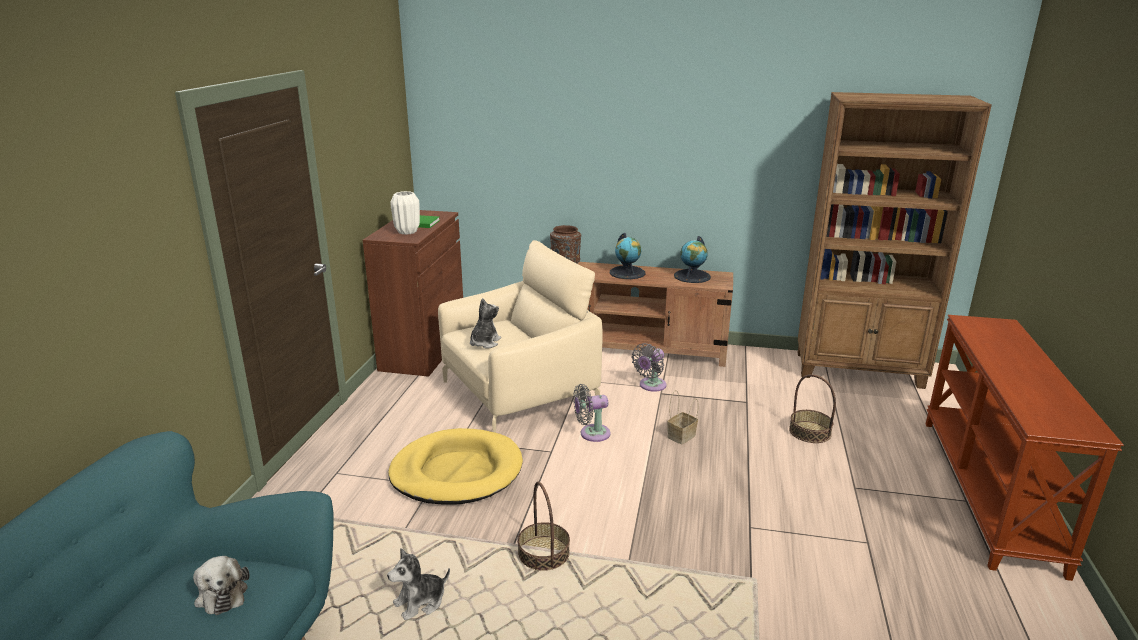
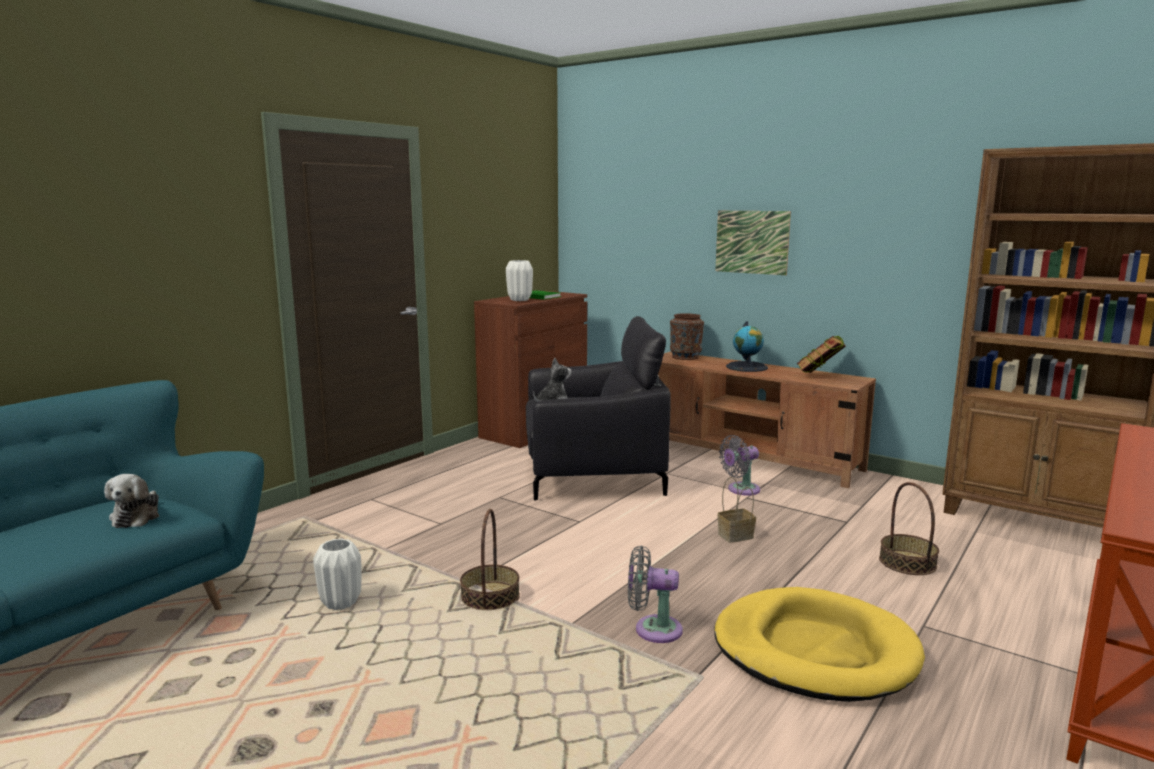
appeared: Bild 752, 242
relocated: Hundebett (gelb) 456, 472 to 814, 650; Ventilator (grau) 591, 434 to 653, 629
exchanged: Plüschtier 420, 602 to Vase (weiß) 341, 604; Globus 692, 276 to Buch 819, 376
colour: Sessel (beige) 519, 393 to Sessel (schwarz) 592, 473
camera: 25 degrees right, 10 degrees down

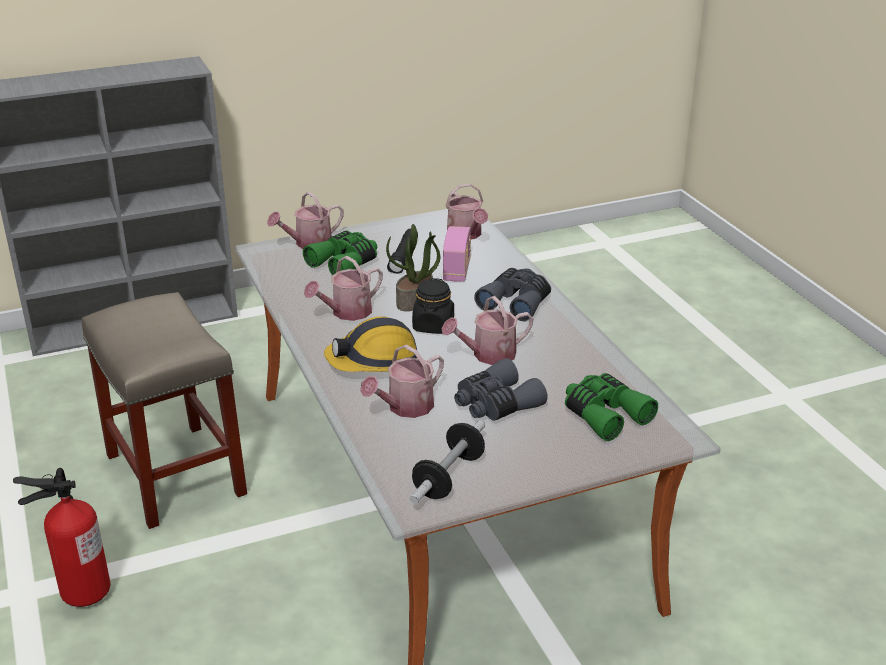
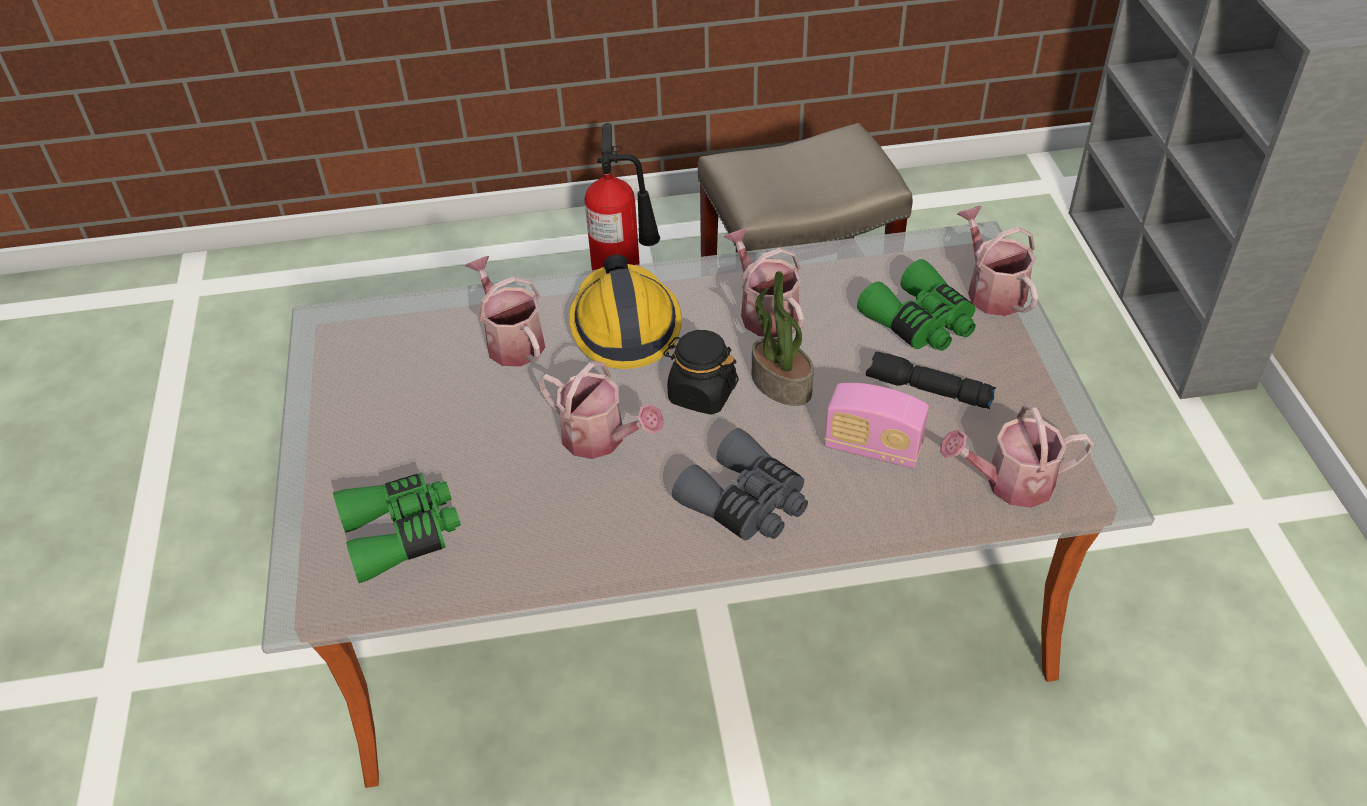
missing: Hantel 449, 477; Fernglas (grau) 495, 404
spun: Gießkanne 488, 355 = 601, 439 135 degrees clockwise
camera: 105 degrees right, 15 degrees up

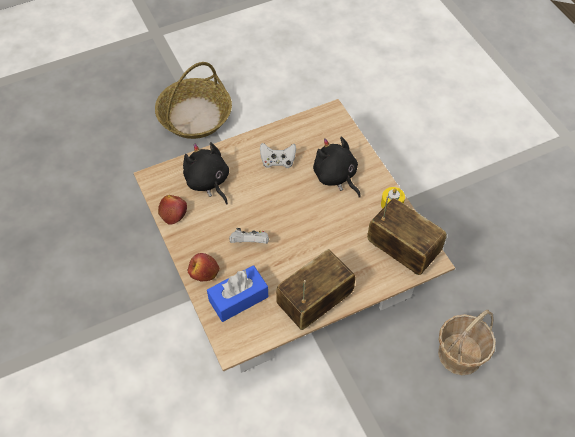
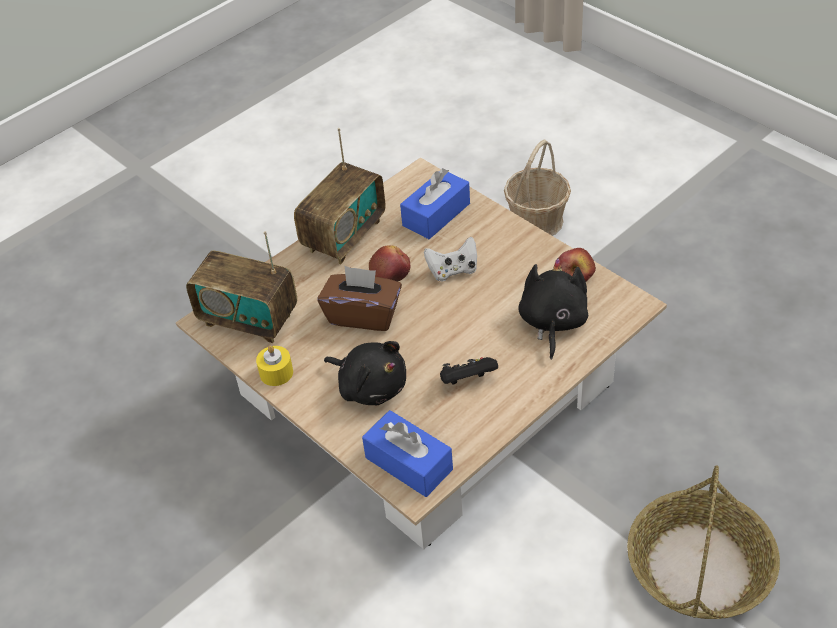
appeared: Taschentuchbox (braun) 363, 315; Taschentuchbox (blau) 409, 463
relocated: Apfel 203, 271 to 390, 271; Korb 459, 354 to 537, 221
colour: Gamepad (weiß) 278, 162 to Gamepad (schwarz) 467, 381
spun: Plüschtier (schwarz) 208, 182 = 552, 322 120 degrees counterclockwise
camera: 165 degrees right, 10 degrees down

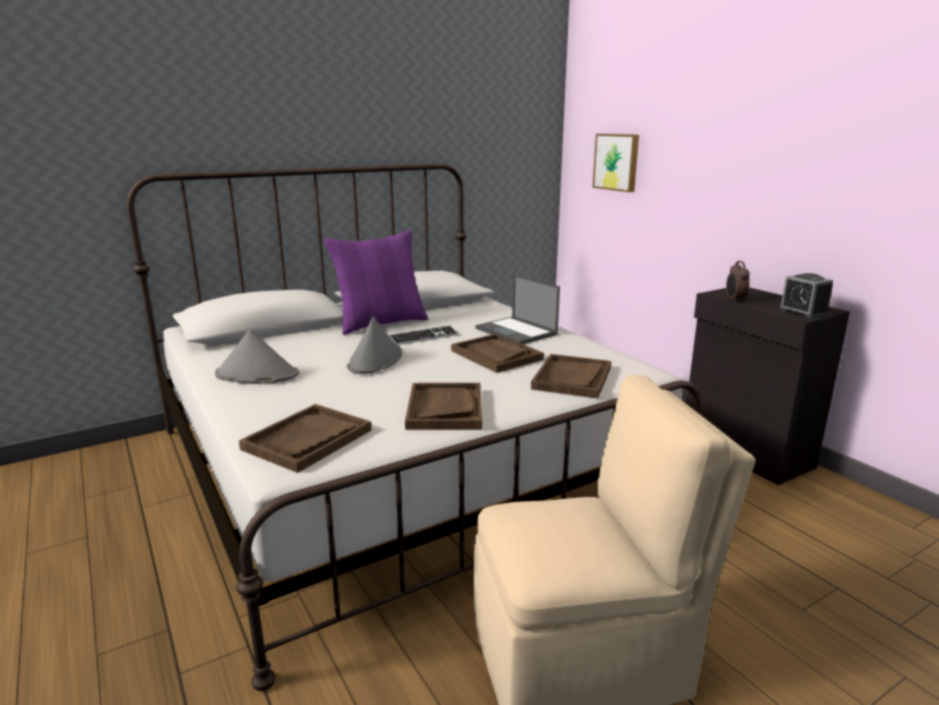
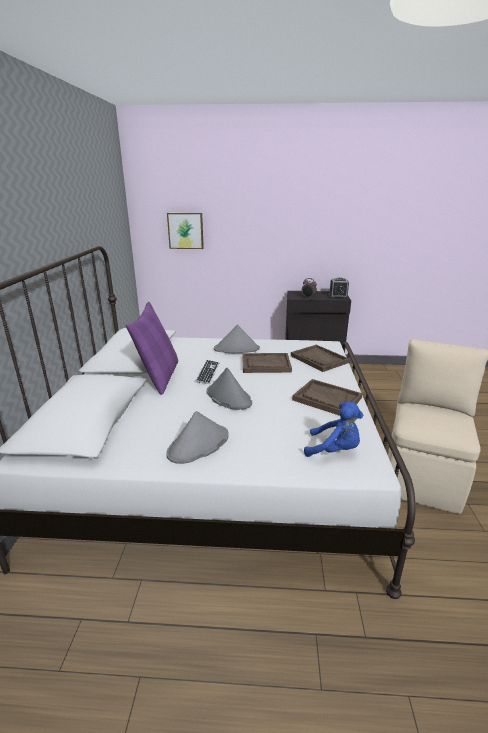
exchanged: Tablett (braun) 307, 440 to Plüschtier (blau) 334, 450; Laptop 517, 331 to Hut (grau) 236, 349
camera: 55 degrees left, 5 degrees up

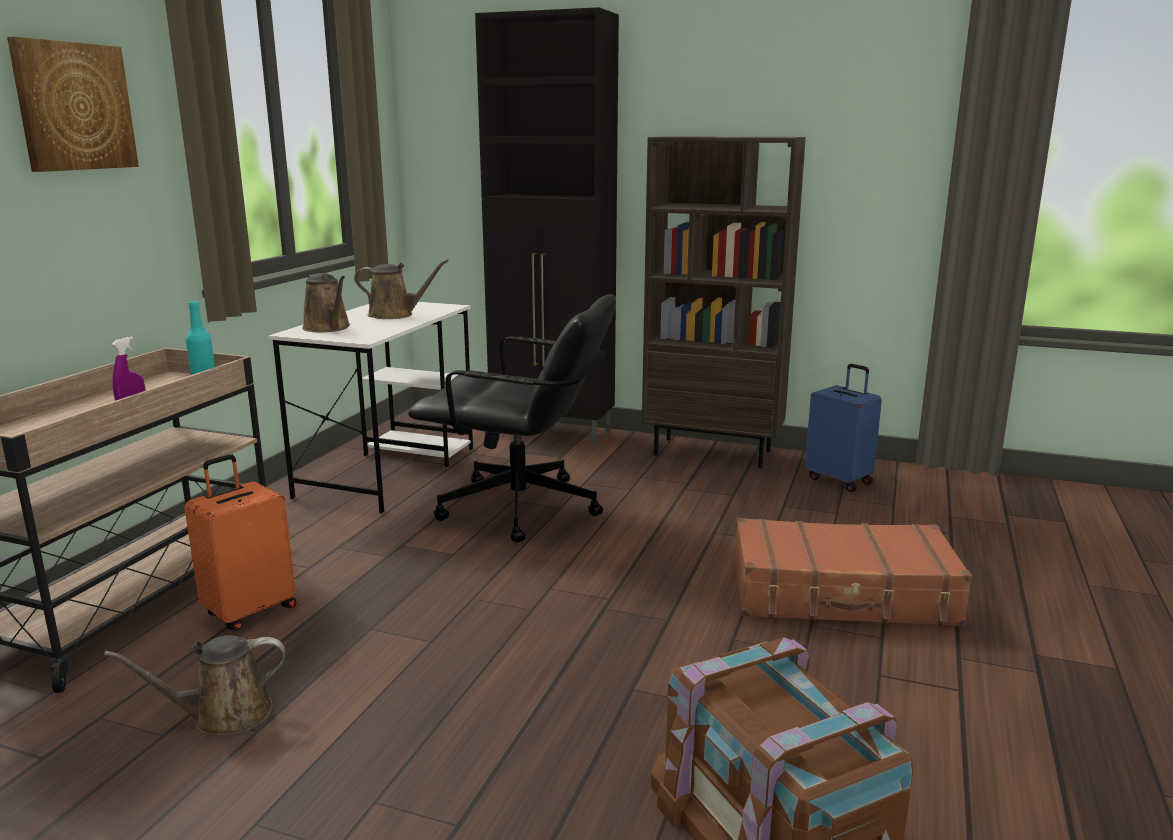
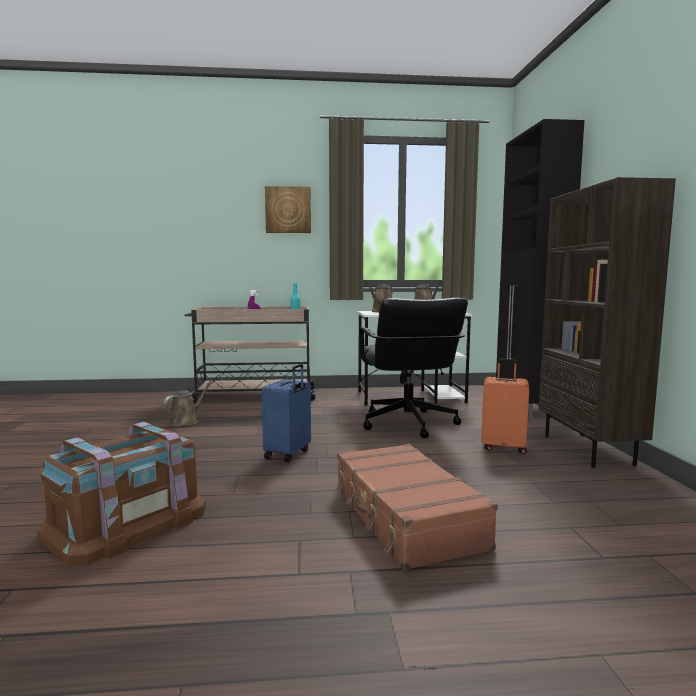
relocated: Koffer (orange) 249, 611 to 504, 447; Koffer (blau) 840, 480 to 288, 454
spun: Gießkanne (braun) 224, 716 = 186, 421 75 degrees clockwise
camera: 65 degrees right, 10 degrees down

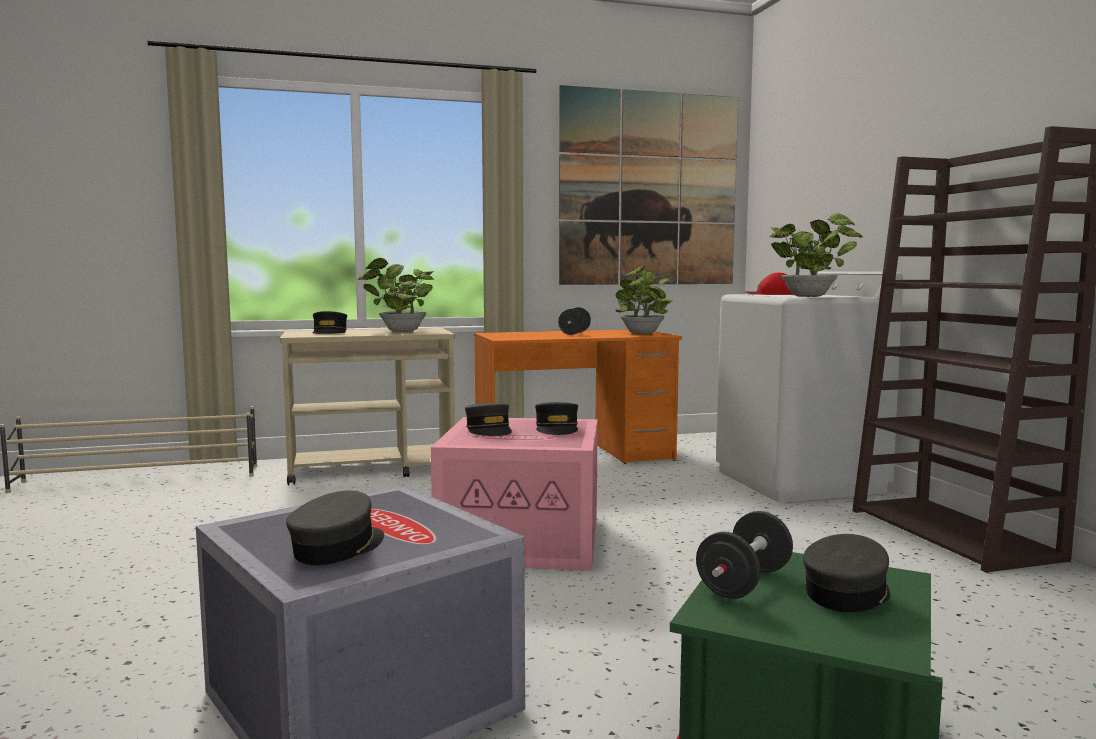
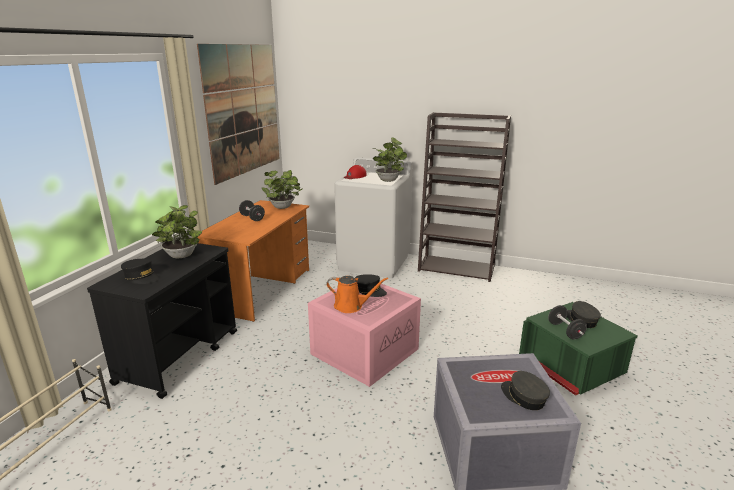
exchanged: Kappe (grau) 489, 430 to Gießkanne (orange) 351, 306
colour: Rollwagen (beige) 373, 469 to Rollwagen (schwarz) 180, 356
camera: 55 degrees left, 15 degrees up

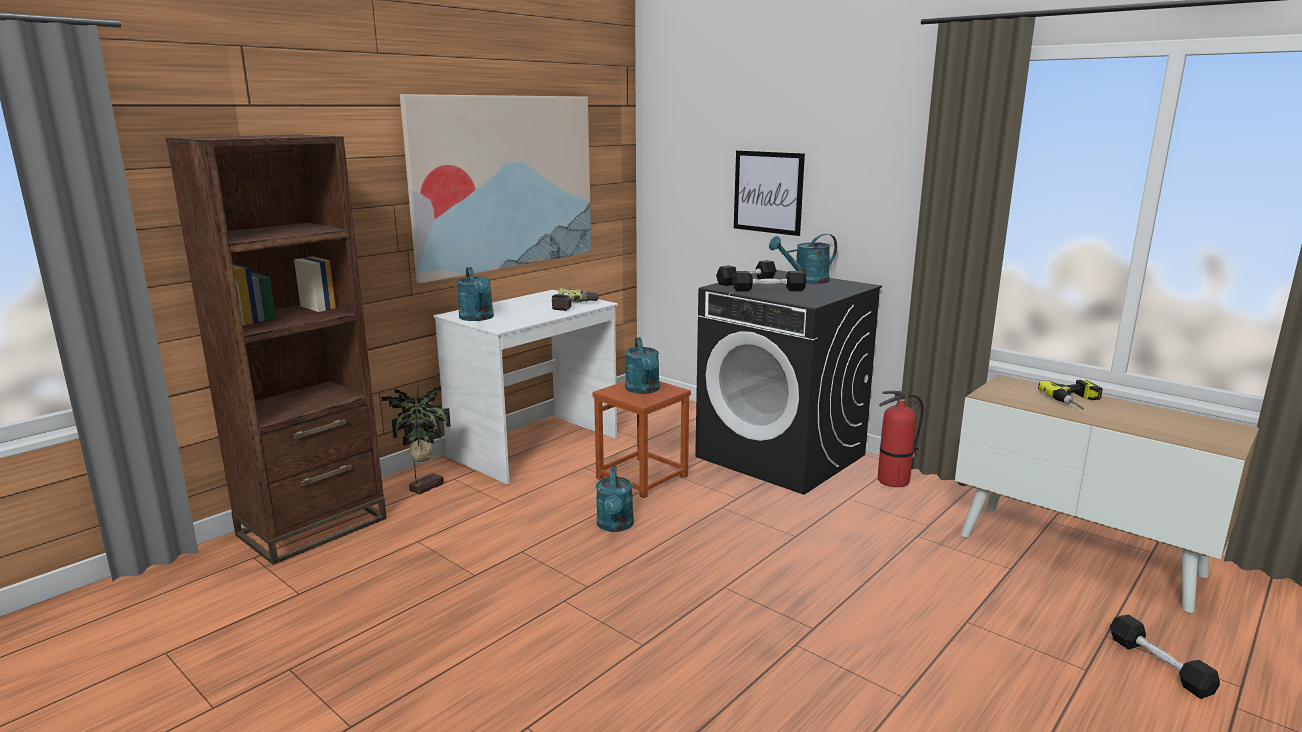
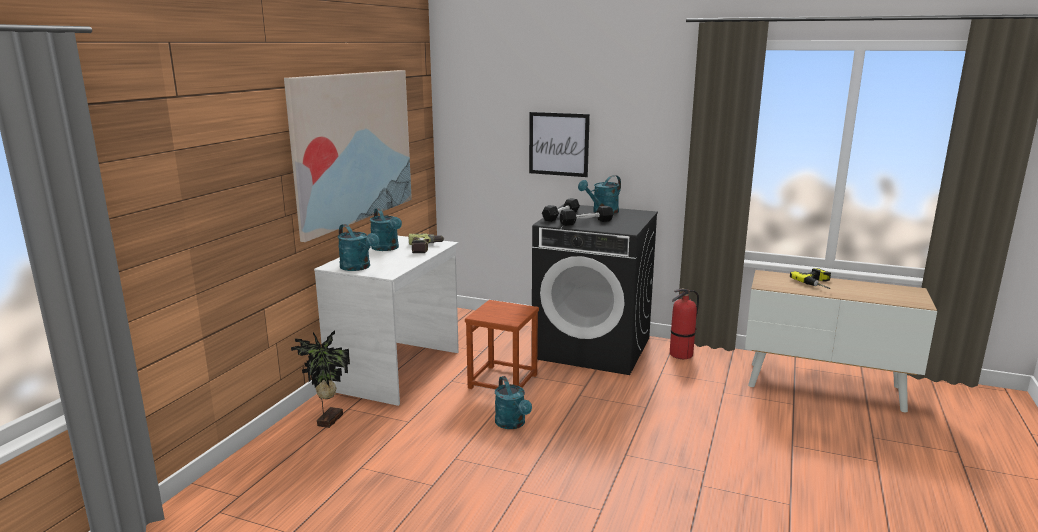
missing: Bücherregal (braun) 313, 527; Hantel (schwarz) 1159, 665
relocated: Gießkanne (türkis) 644, 390 to 387, 248
camera: 20 degrees left, 0 degrees up

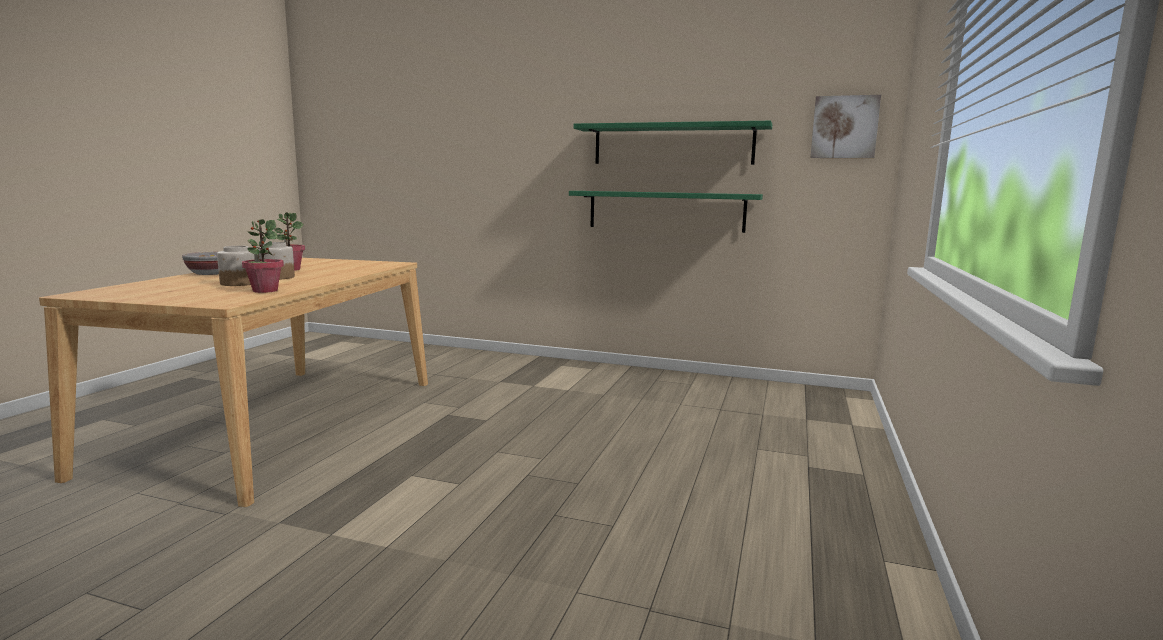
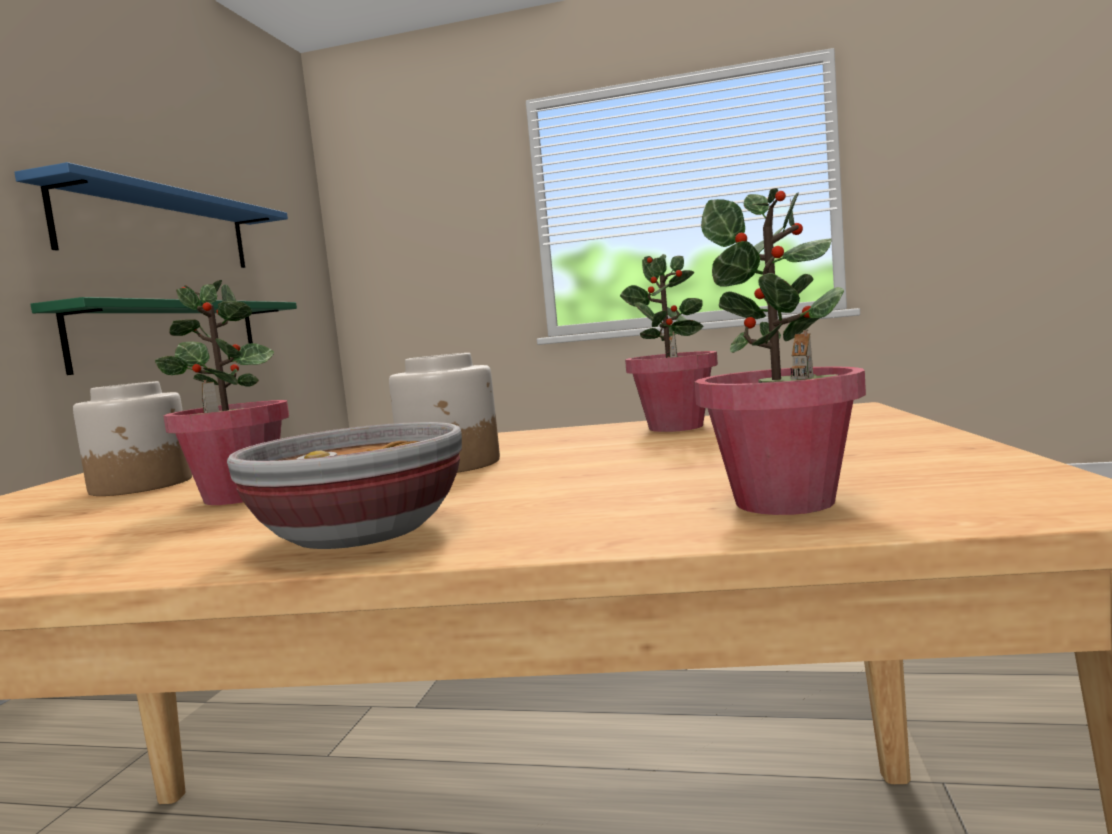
missing: Bild 844, 127
appeared: Topfpflanze 785, 502
relocated: Vorratsglas 238, 283 to 142, 485
colour: Wandregal (grün) 672, 144 to Wandregal (blau) 159, 230
camera: 95 degrees left, 5 degrees down

